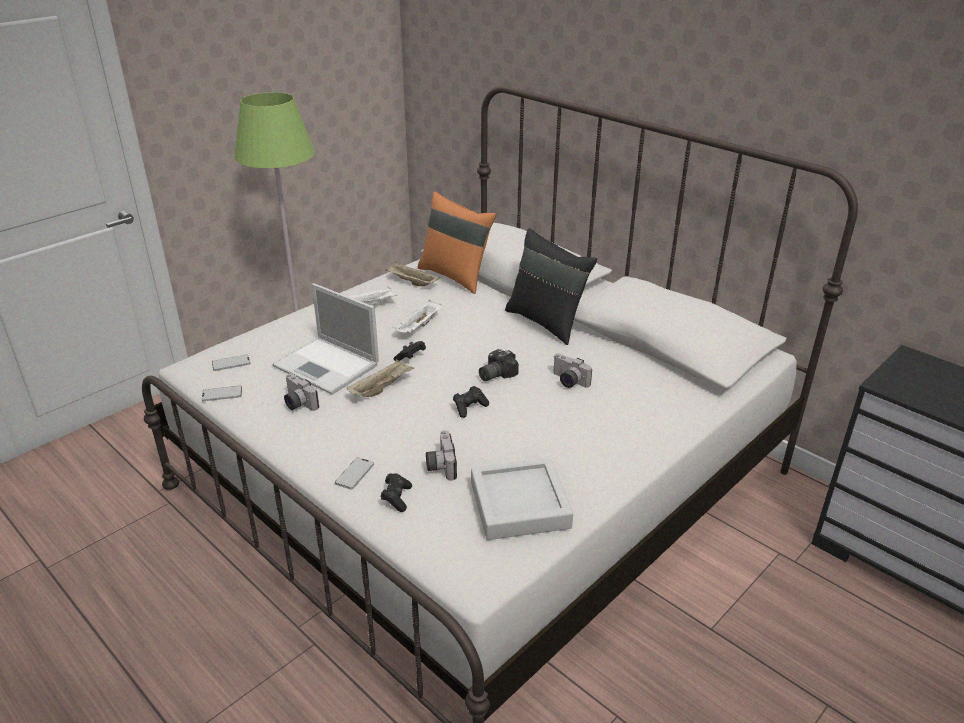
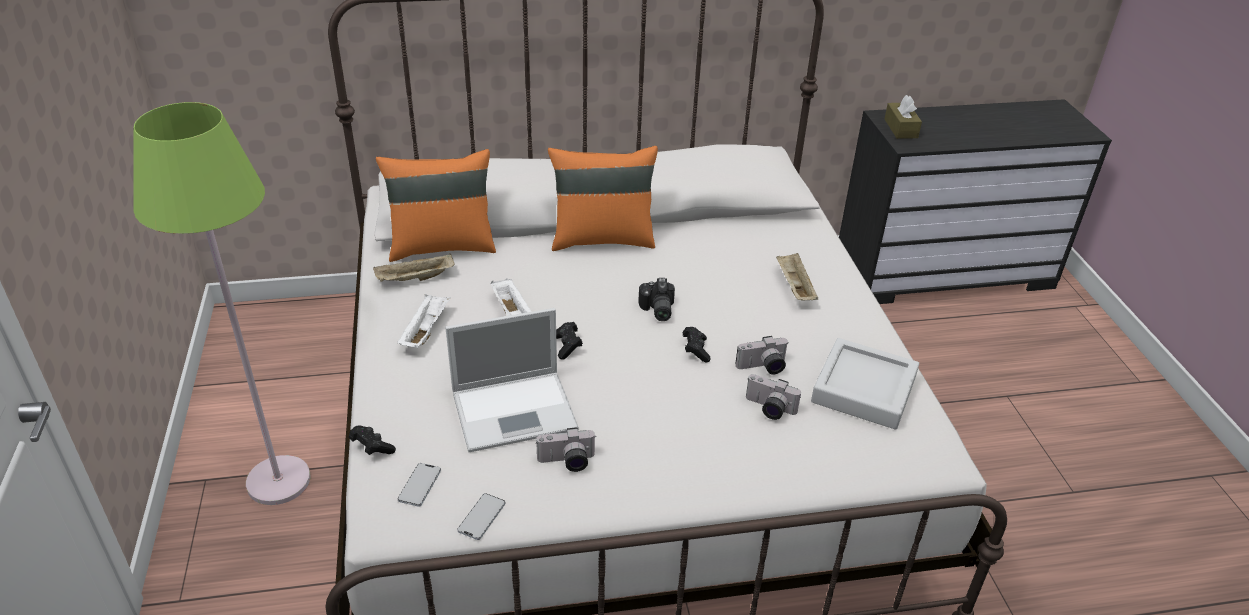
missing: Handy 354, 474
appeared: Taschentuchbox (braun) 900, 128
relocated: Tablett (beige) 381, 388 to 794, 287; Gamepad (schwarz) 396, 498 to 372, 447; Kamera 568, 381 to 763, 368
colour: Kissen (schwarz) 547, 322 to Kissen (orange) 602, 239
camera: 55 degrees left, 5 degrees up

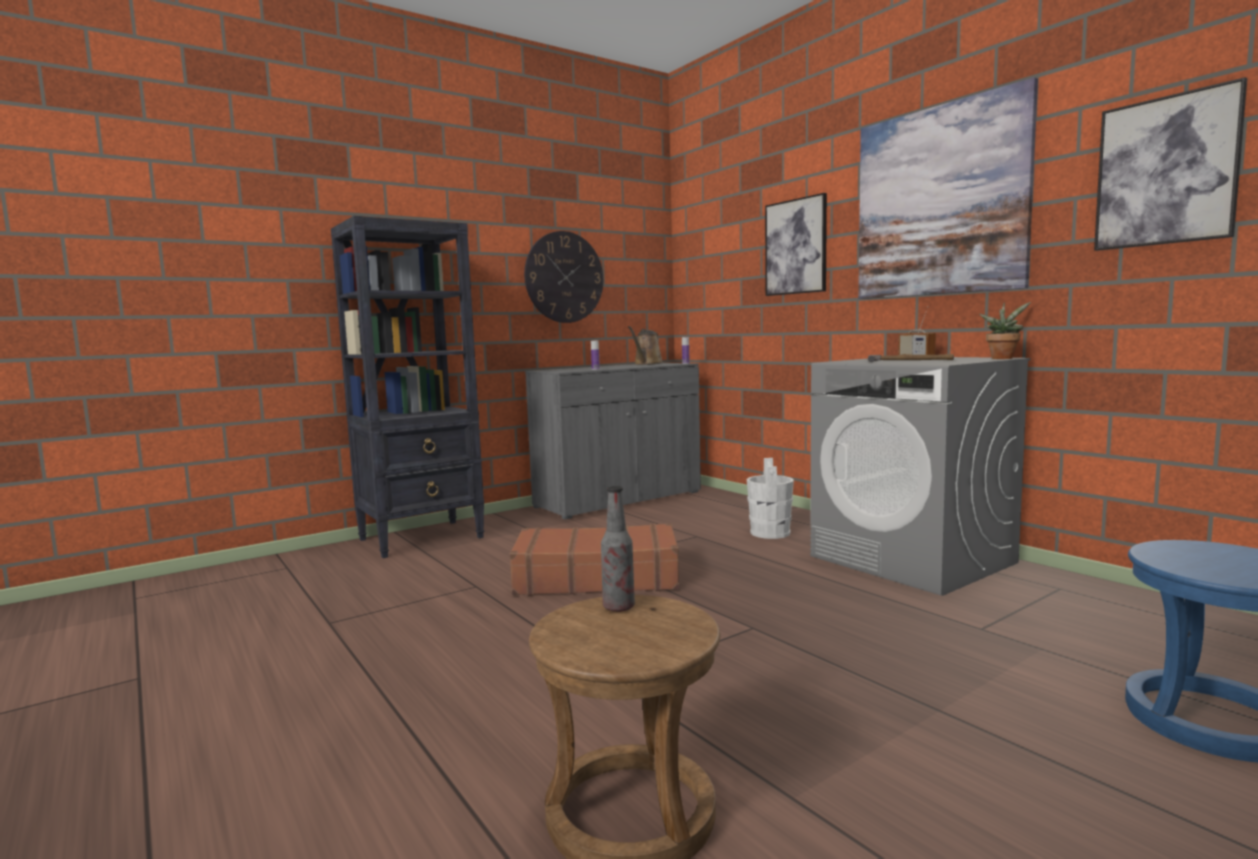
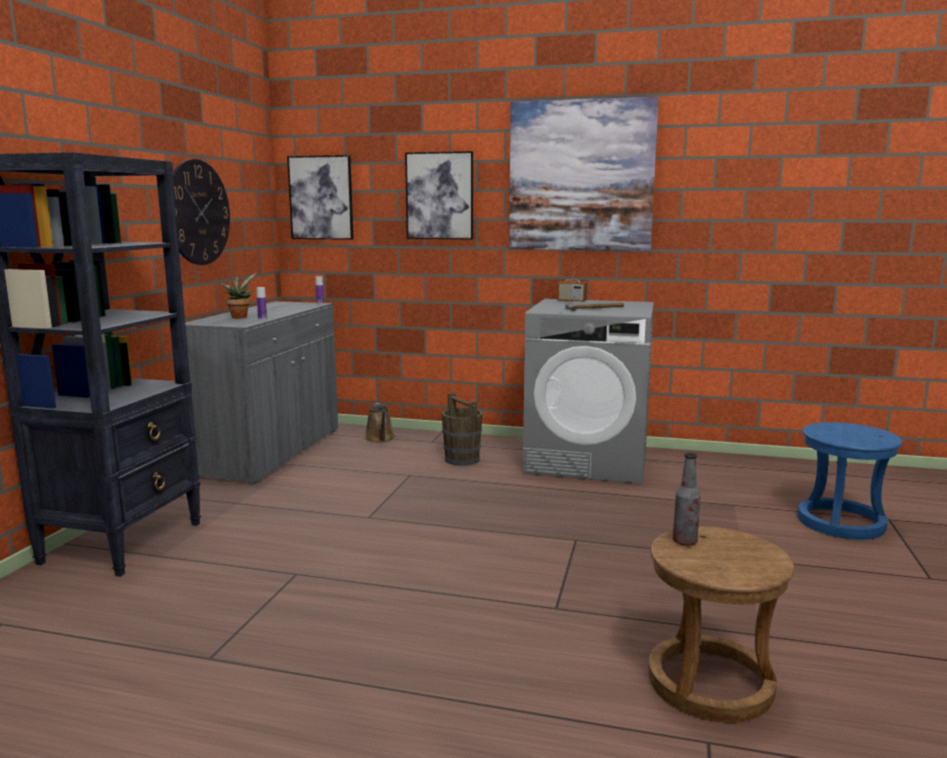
missing: Koffer (braun) 596, 577
relocated: Gießkanne (braun) 647, 364 to 380, 439; Topfpflanze 1002, 358 to 240, 317; Bild 1166, 171 to 321, 198
colour: Eimer (weiß) 770, 533 to Eimer (braun) 462, 459
camera: 40 degrees left, 5 degrees up

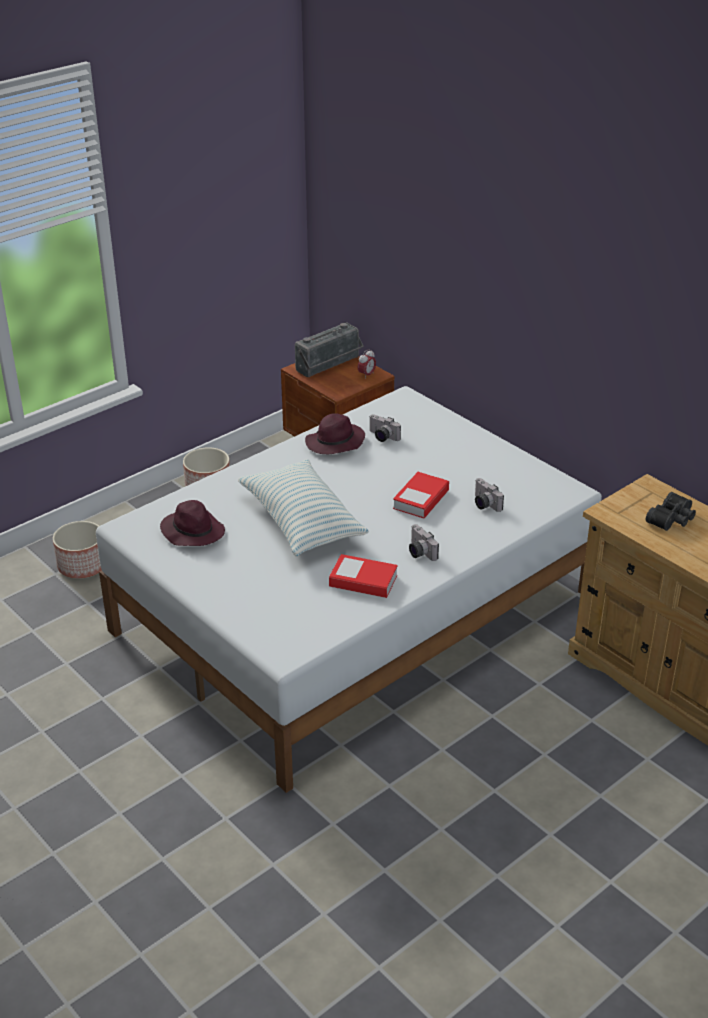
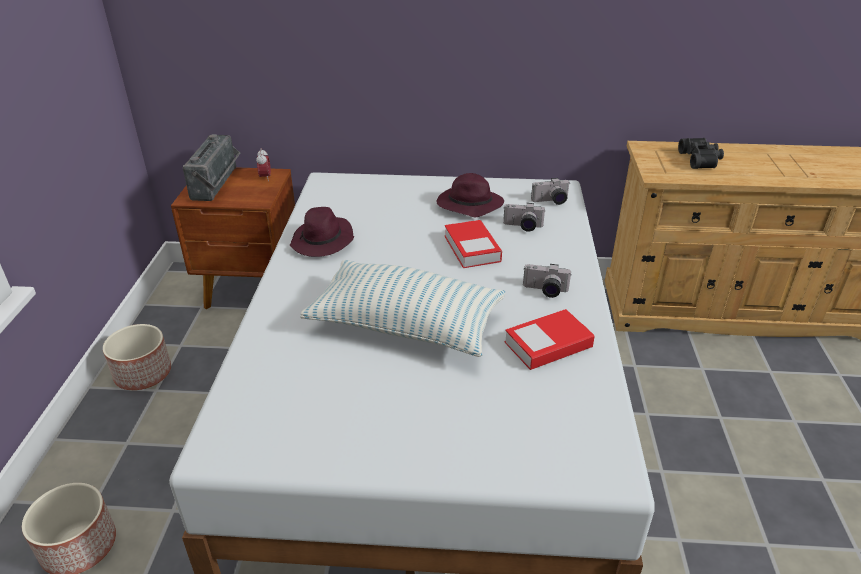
relocated: Hut (lila) 192, 531 to 468, 205; Kamera 382, 437 to 551, 201
camera: 45 degrees left, 0 degrees up

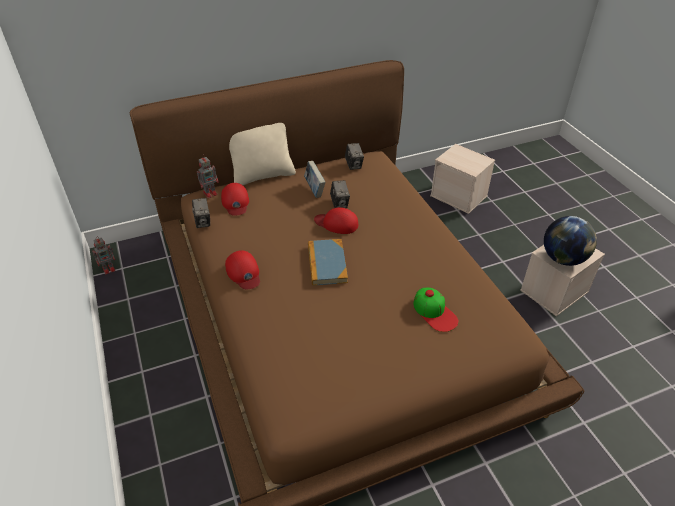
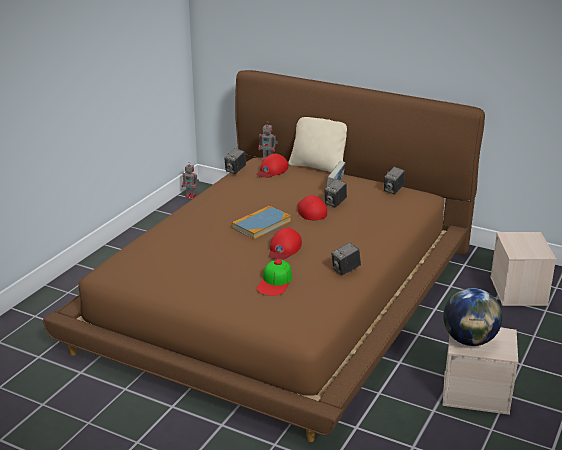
appeared: Kamera 345, 270
relocated: Kappe (rot) 244, 272 to 284, 248
camera: 50 degrees right, 15 degrees down

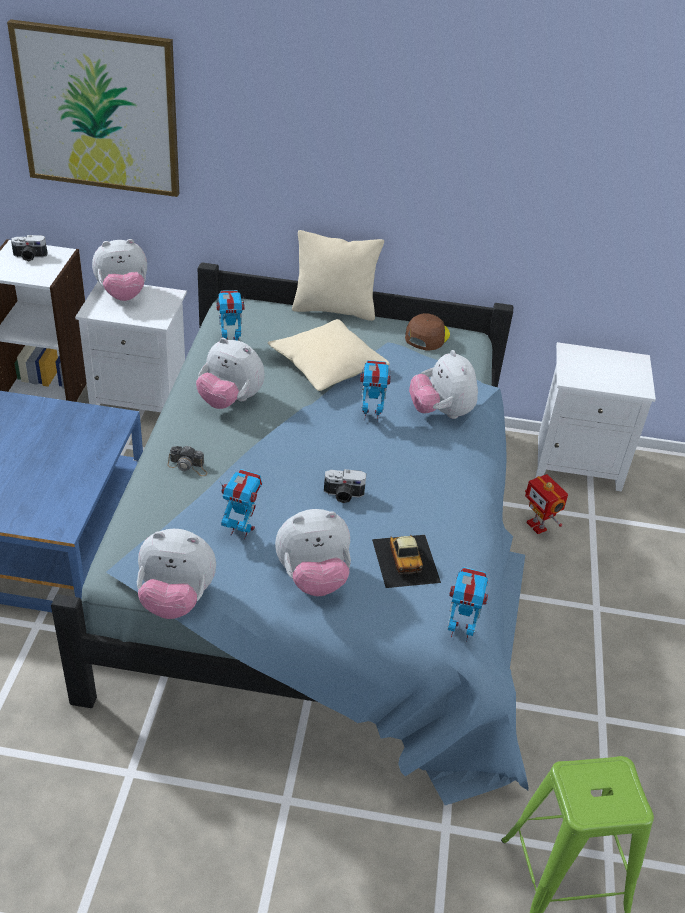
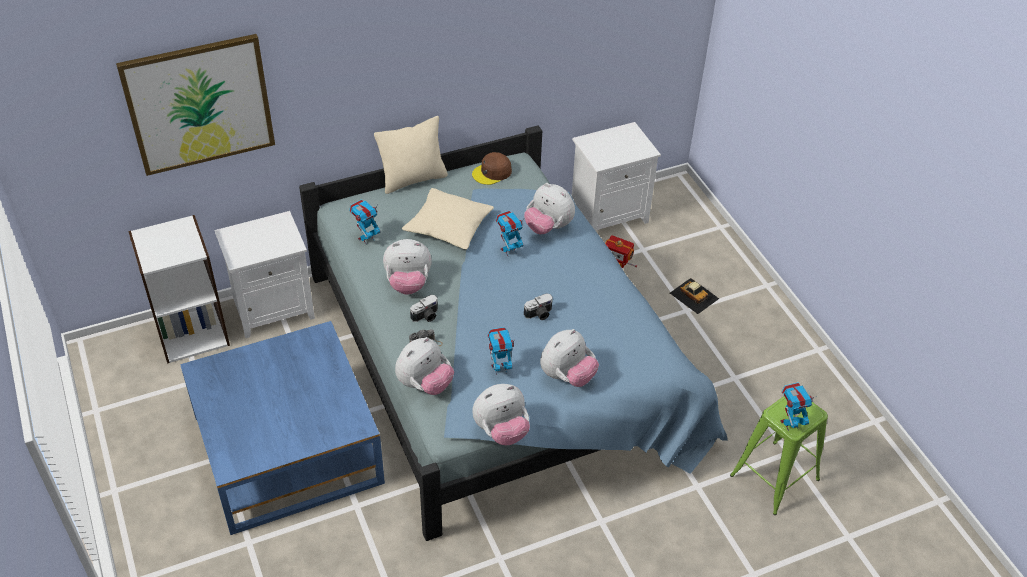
relocated: Kamera 29, 257 to 426, 316; Plüschtier 123, 294 to 424, 384; Spielzeugauto 406, 560 to 694, 295; Spielzeugroboter 460, 631 to 789, 424
spun: Kappe (braun) 427, 336 = 492, 173 120 degrees counterclockwise
camera: 30 degrees left, 5 degrees up

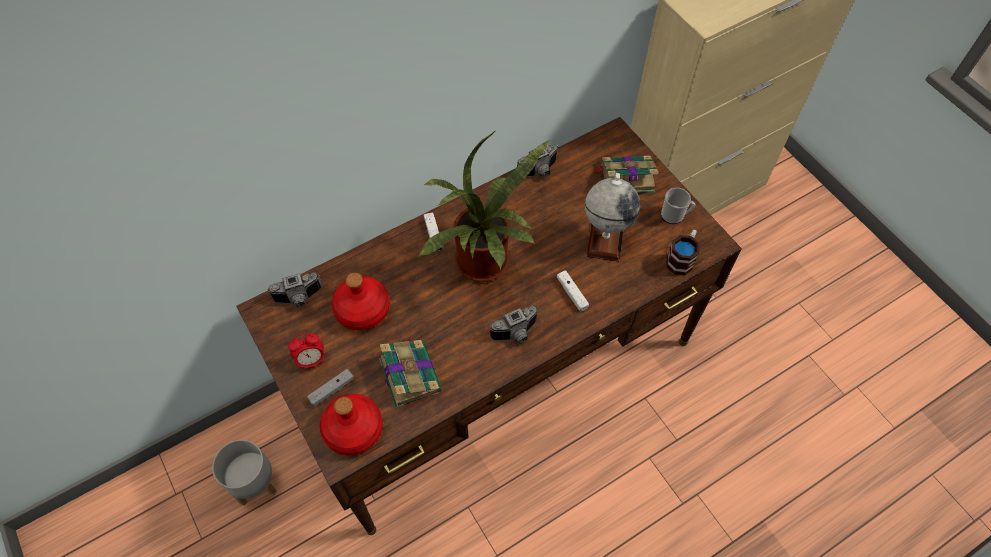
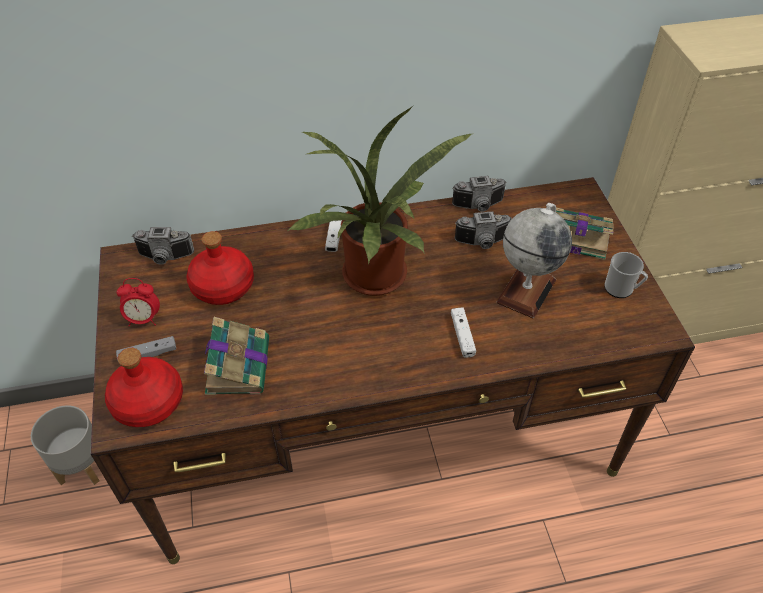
missing: Henkelbecher 681, 259
relocated: Kamera 517, 334 to 483, 243
camera: 20 degrees right, 10 degrees down

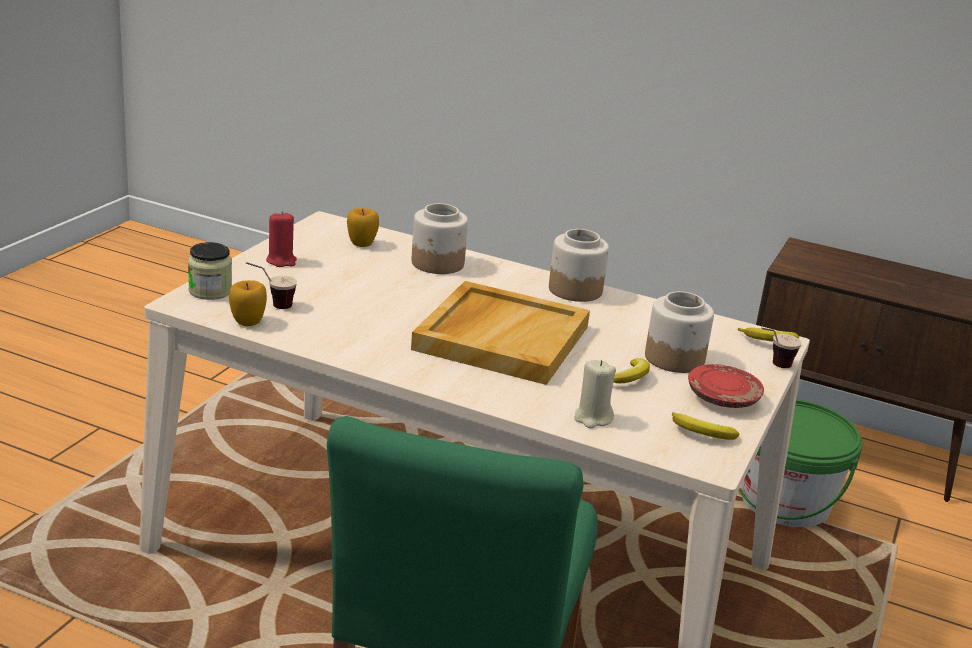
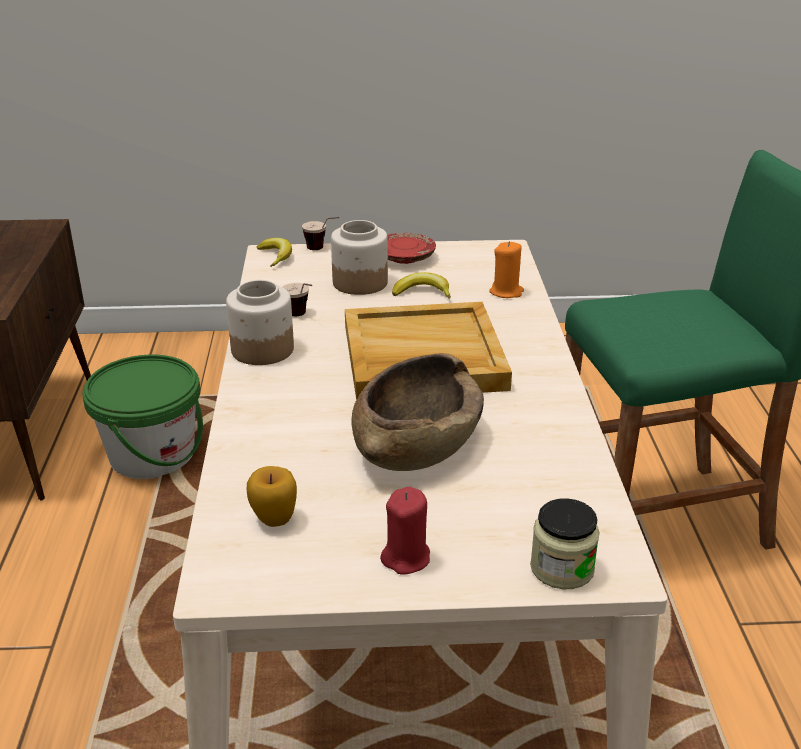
missing: Apfel 248, 322; Vorratsglas 438, 264; Banane 701, 434
appeared: Schüssel (braun) 416, 444
relocated: Tasse 271, 305 to 301, 317
colour: Kerze (beige) 592, 418 to Kerze (orange) 506, 292
camera: 115 degrees left, 5 degrees up

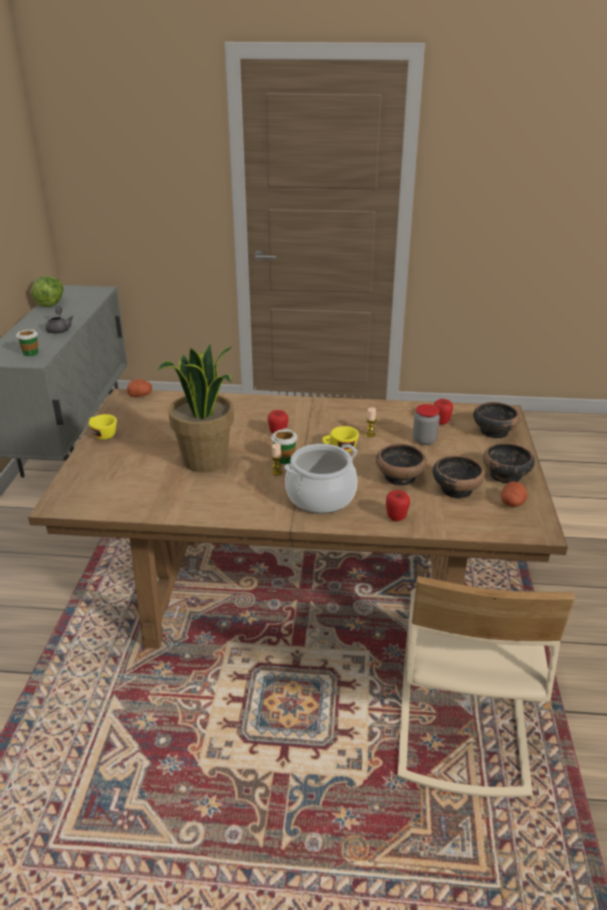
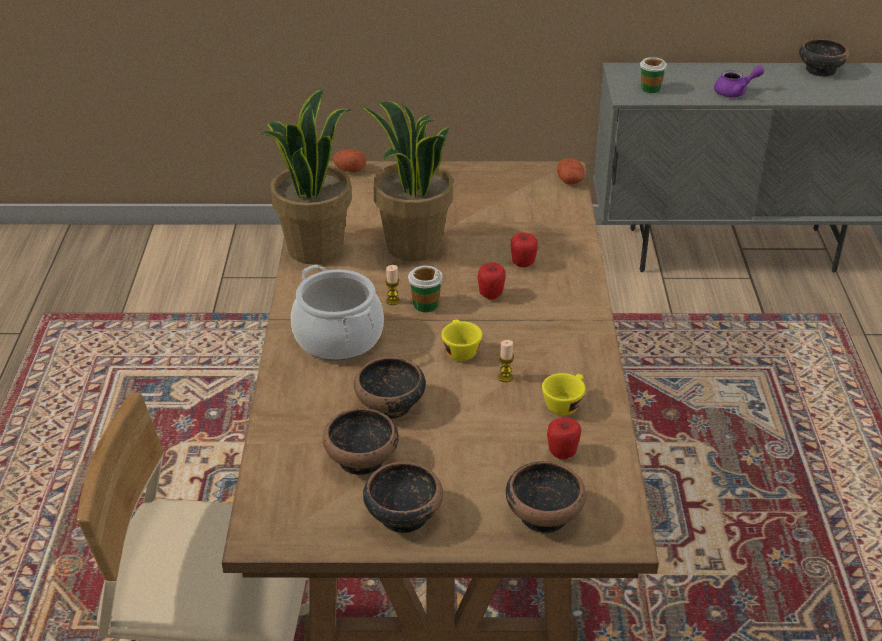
missing: Vorratsglas 424, 440
appeared: Topfpflanze 314, 248
relocated: Tasse (gelb) 102, 434 to 564, 403; Apfel 396, 517 to 523, 264; Kartoffel 512, 503 to 349, 169
exchanged: Salatkopf 50, 303 to Schüssel 820, 70
colour: Teekanne (grau) 59, 329 to Teekanne (lila) 735, 92
camera: 85 degrees right, 5 degrees up

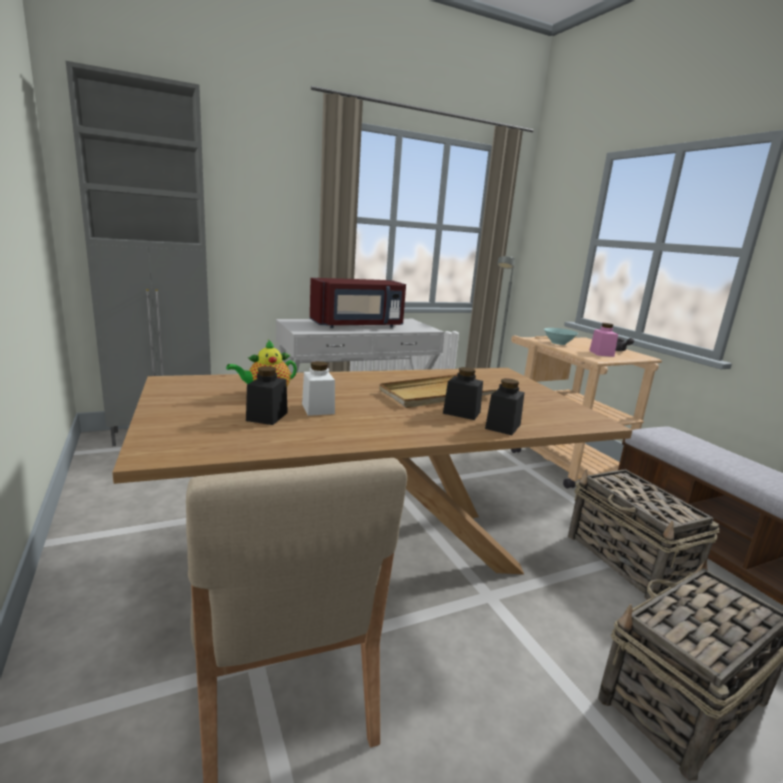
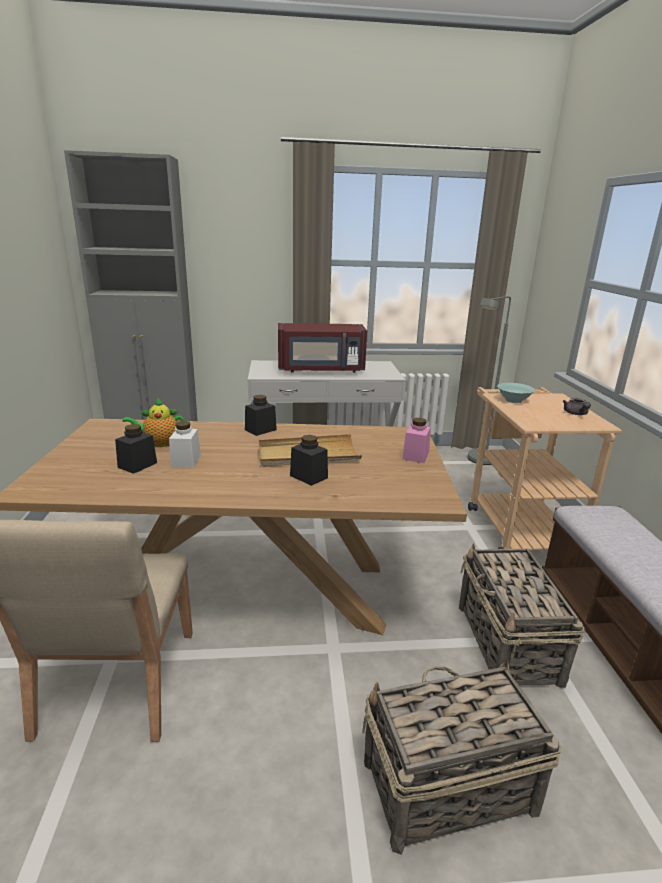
relocated: Vorratsglas (schwarz) 503, 426 to 260, 430; Vorratsglas (rosa) 601, 353 to 415, 456
camera: 20 degrees right, 5 degrees up

